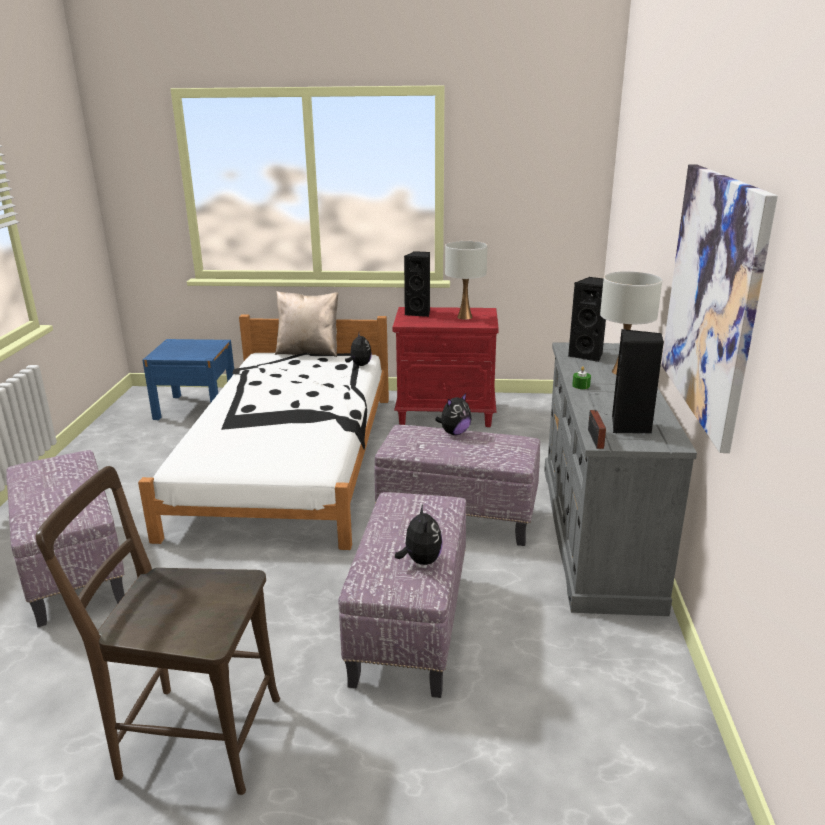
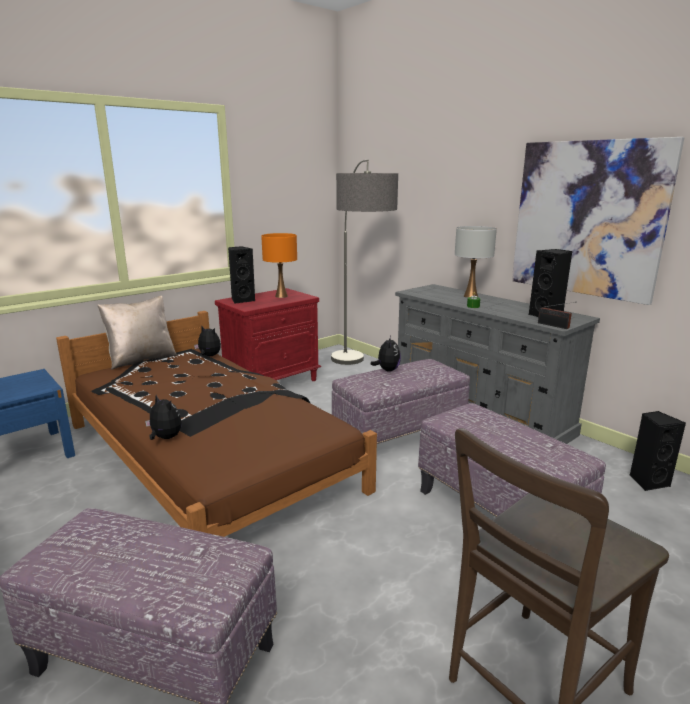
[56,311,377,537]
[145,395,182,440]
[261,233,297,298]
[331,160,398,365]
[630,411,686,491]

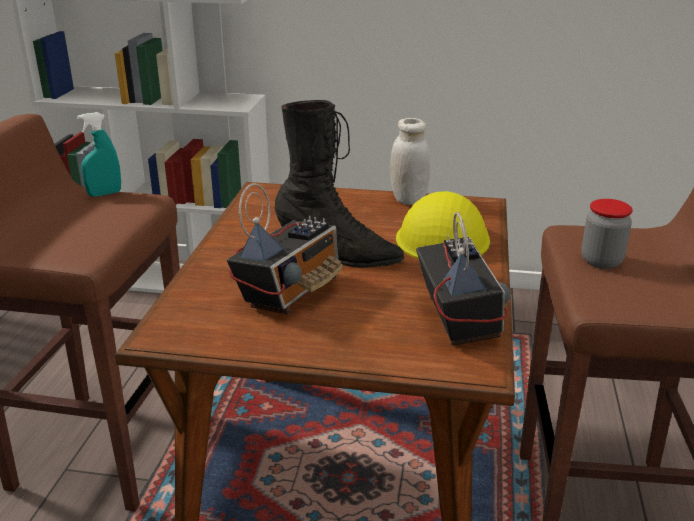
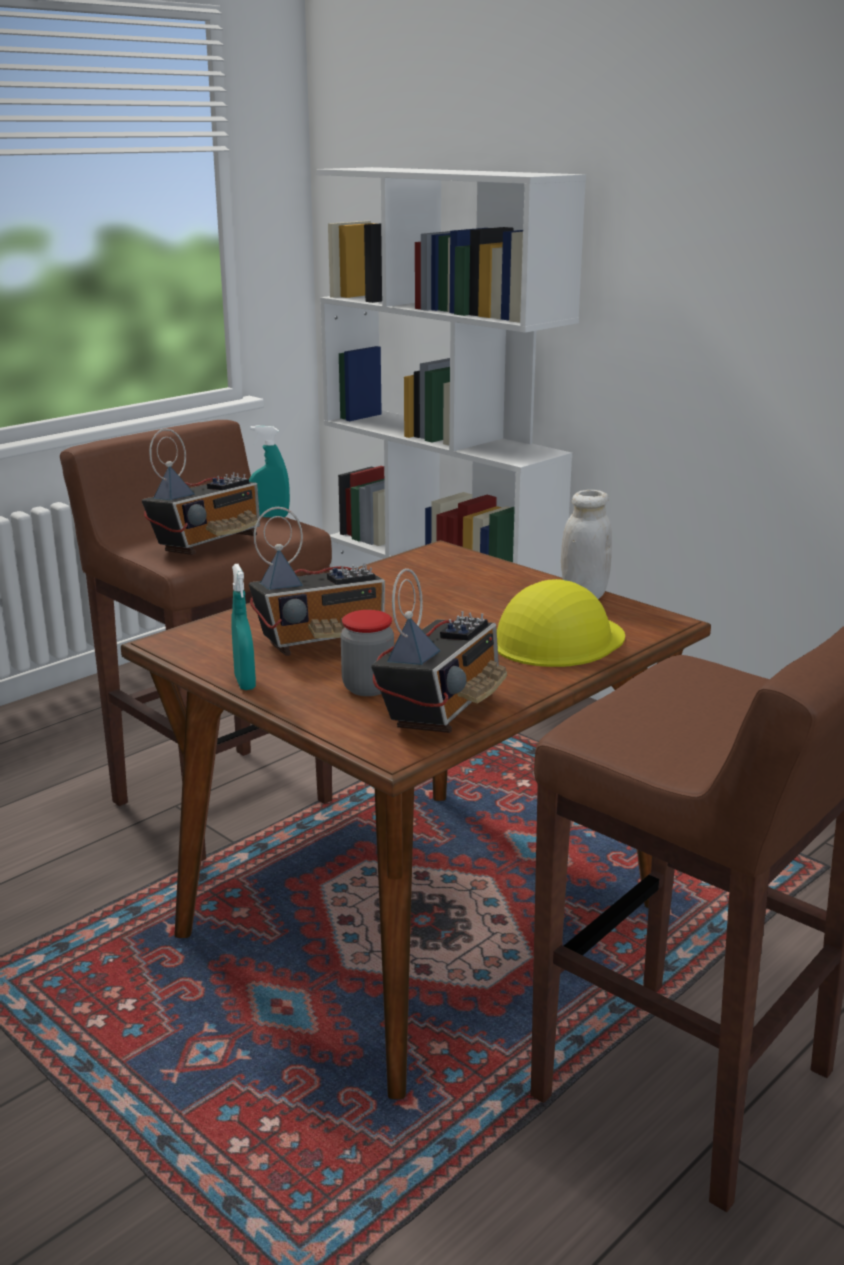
[142,428,260,555]
[231,564,256,690]
[341,610,394,696]
[275,100,404,268] (first image)

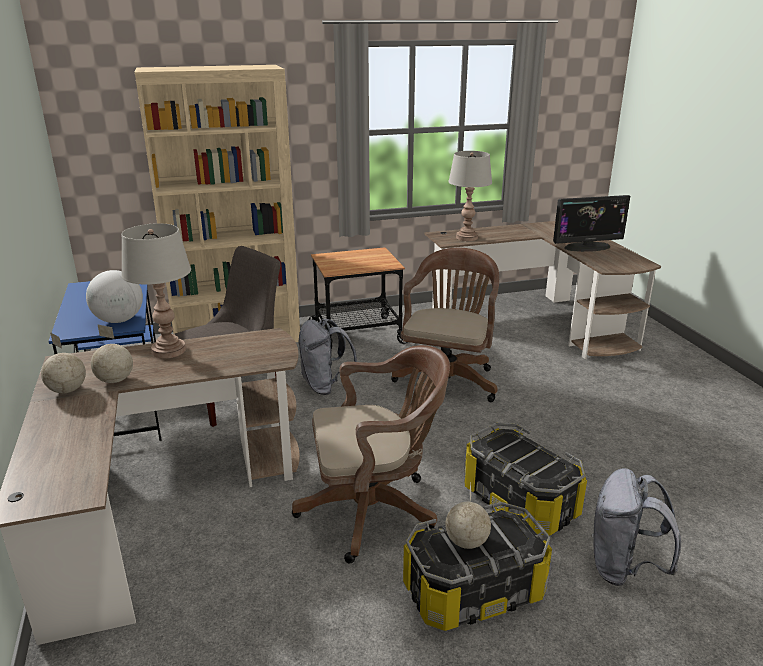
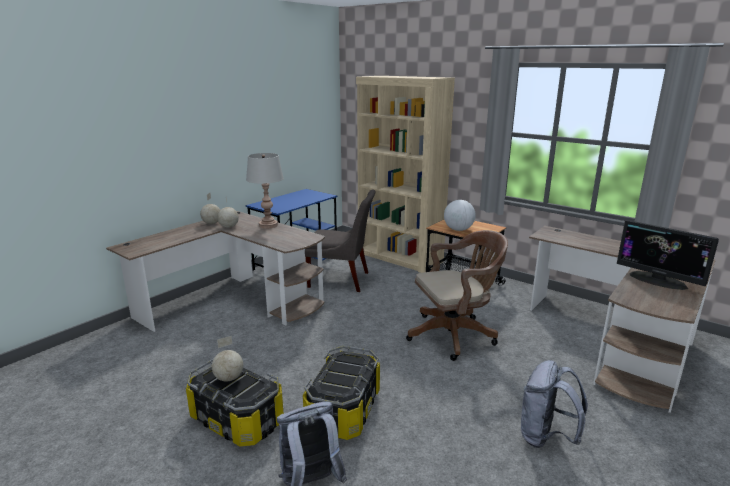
[444,200,476,231]
[521,360,588,448]
[292,345,450,563] (first image)
[448,151,492,241] (first image)

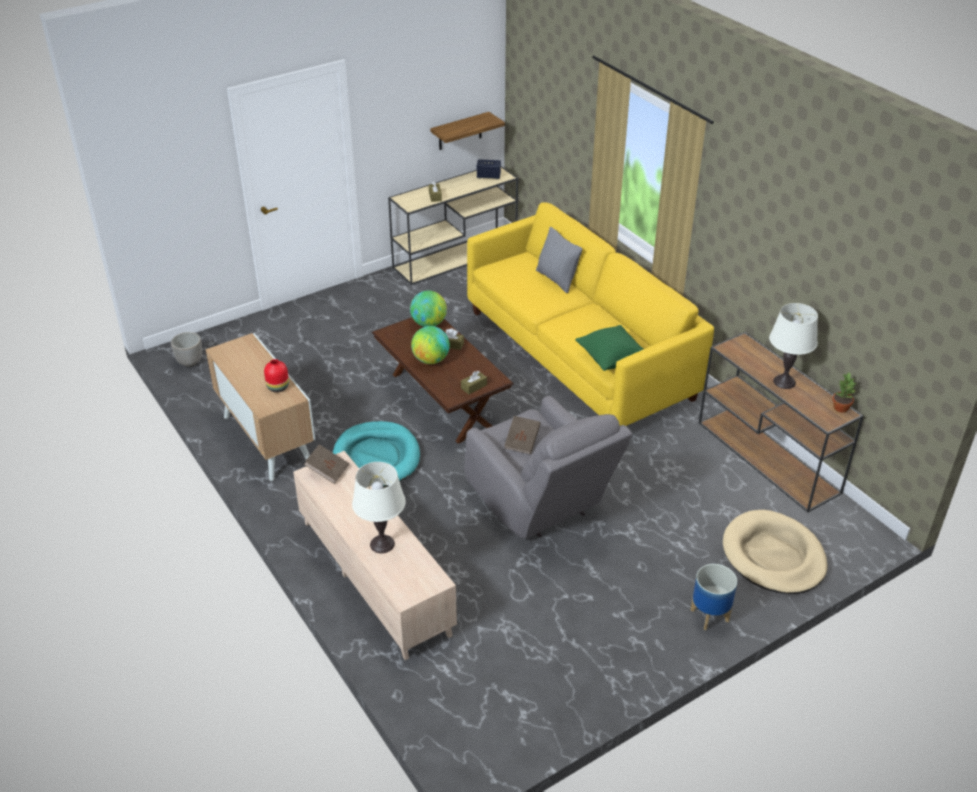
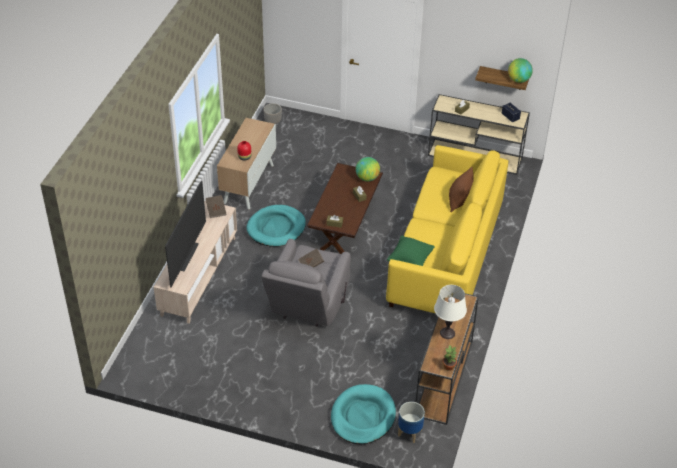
[165,181,206,288]
[331,384,396,444]
[398,402,425,443]
[449,167,474,212]
[508,58,533,83]

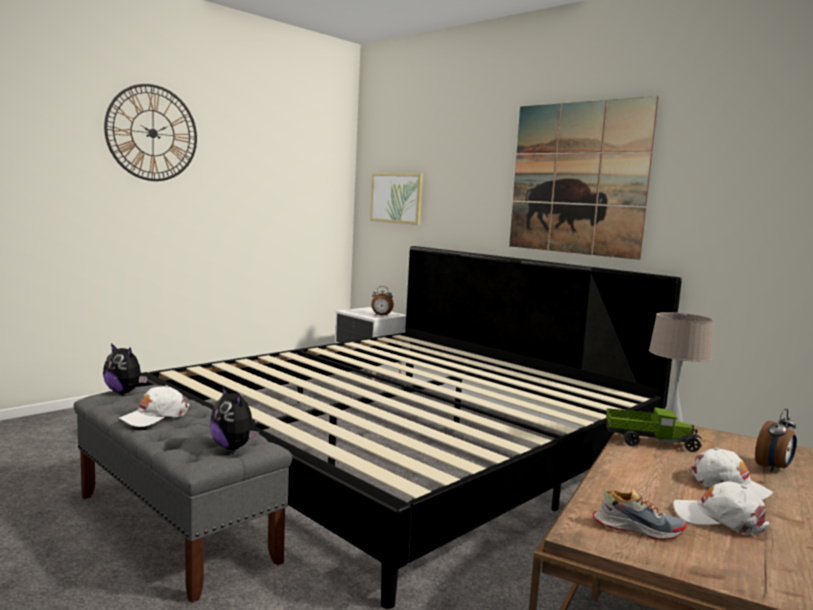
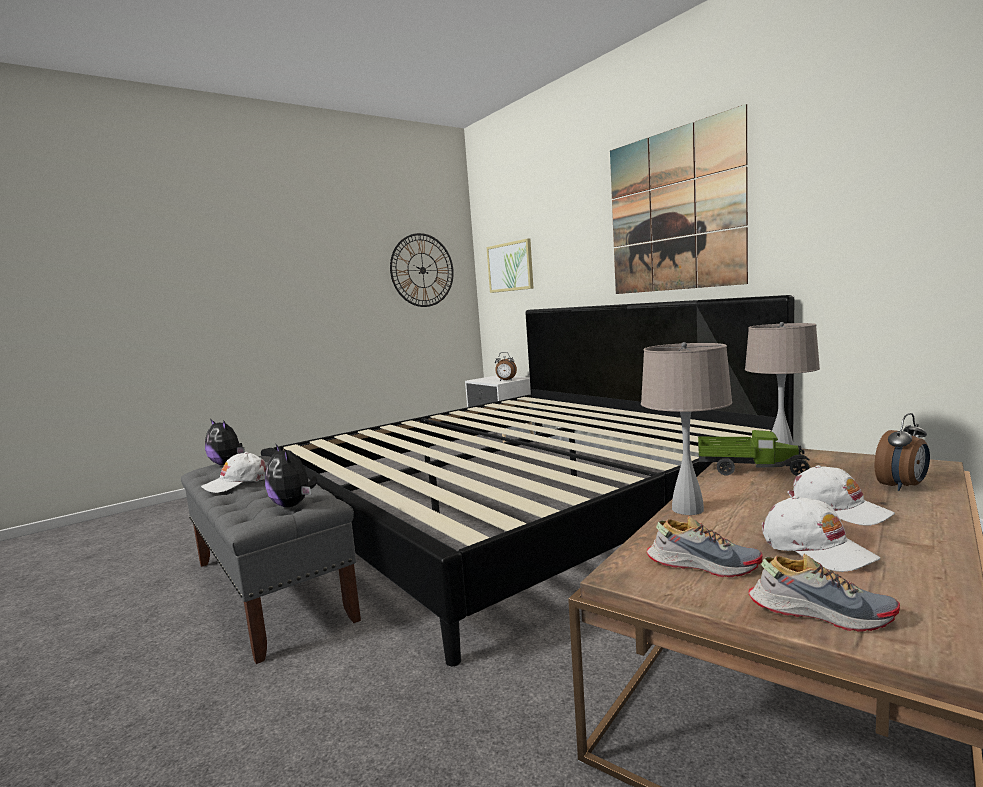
[390,233,454,307]
[641,342,733,515]
[748,554,900,632]
[762,496,880,572]

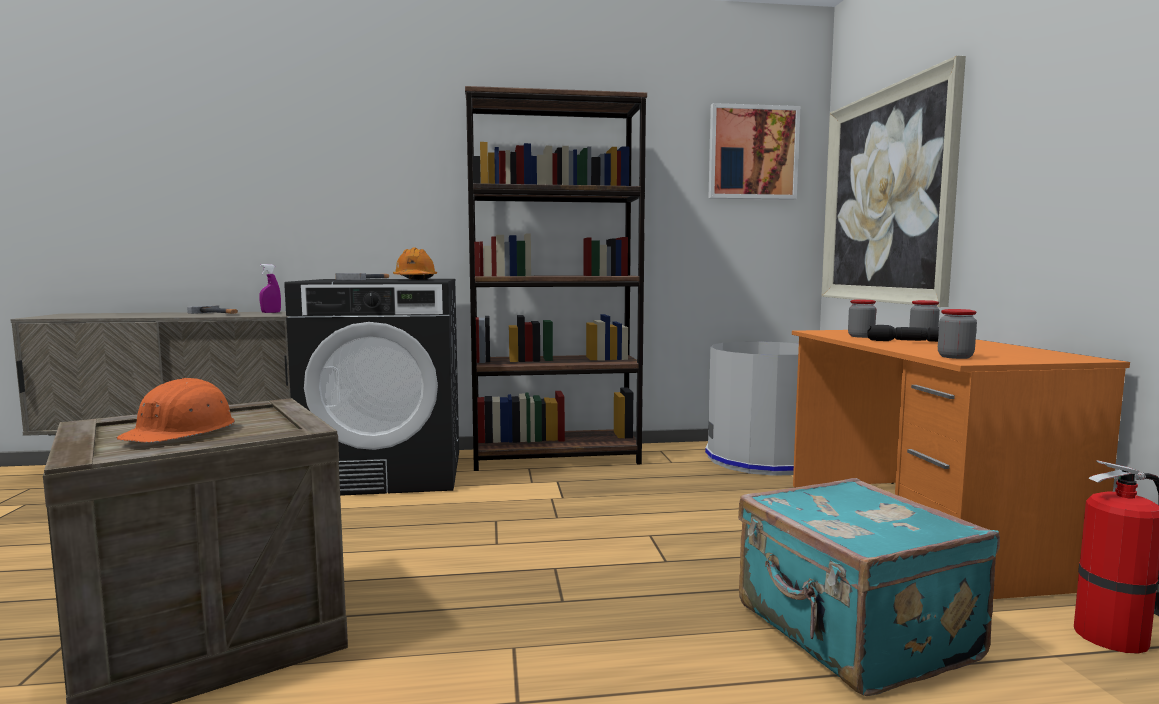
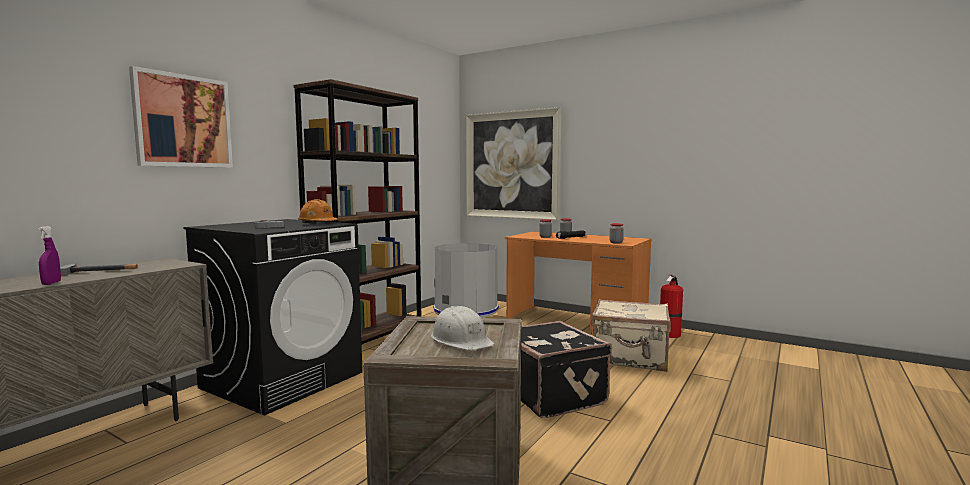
[38,226,61,285]
[129,66,233,168]
[431,306,494,350]
[521,321,612,418]
[592,299,671,372]

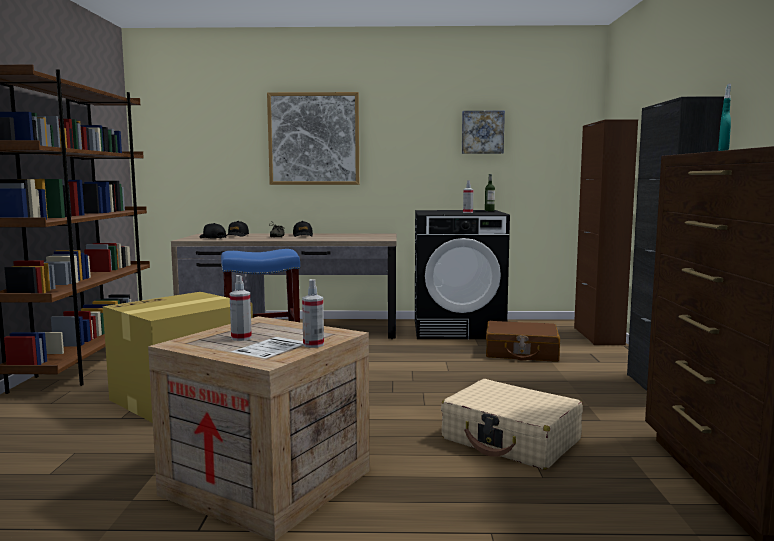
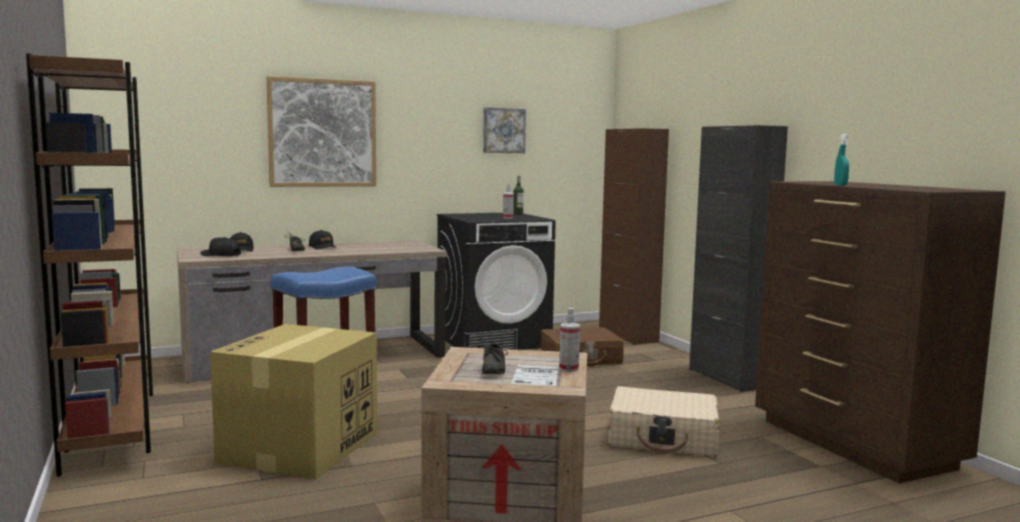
[476,336,508,374]

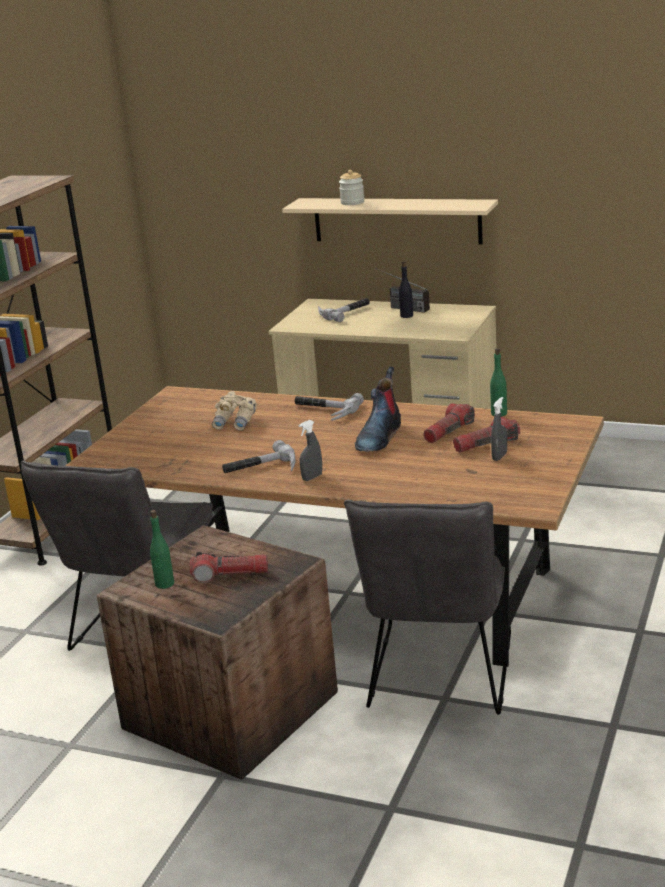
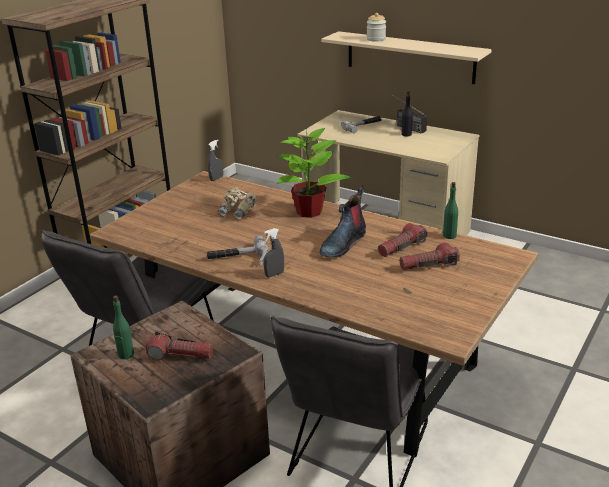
[208,140,223,181]
[277,128,350,218]

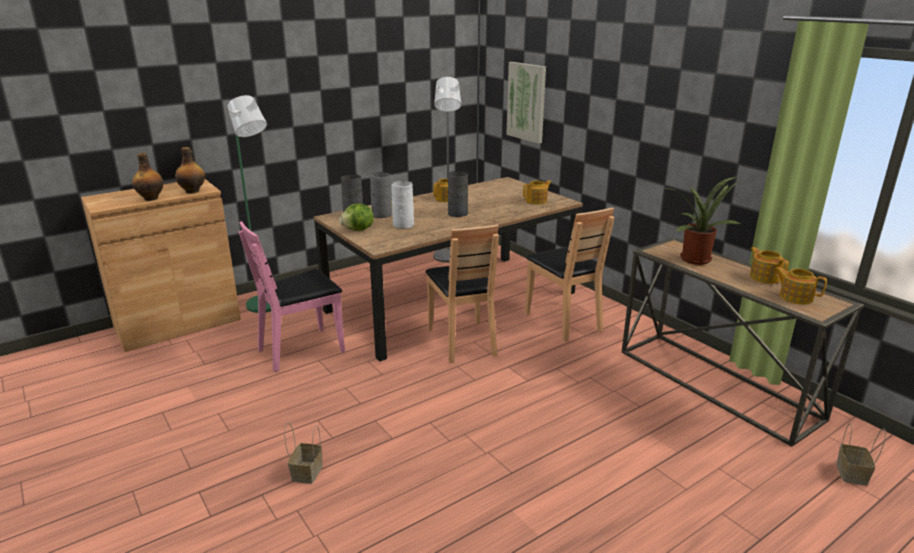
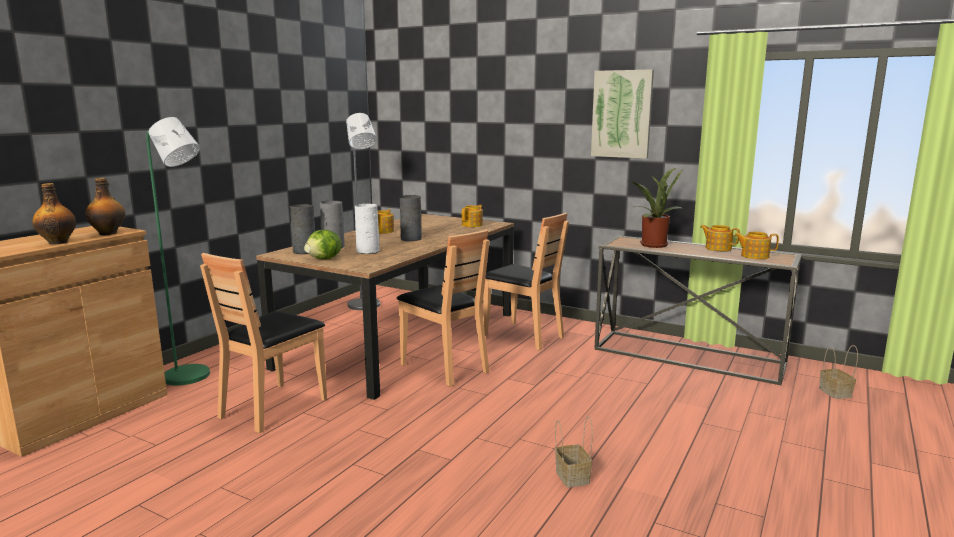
[200,253,327,433]
[555,416,593,487]
[591,69,654,159]

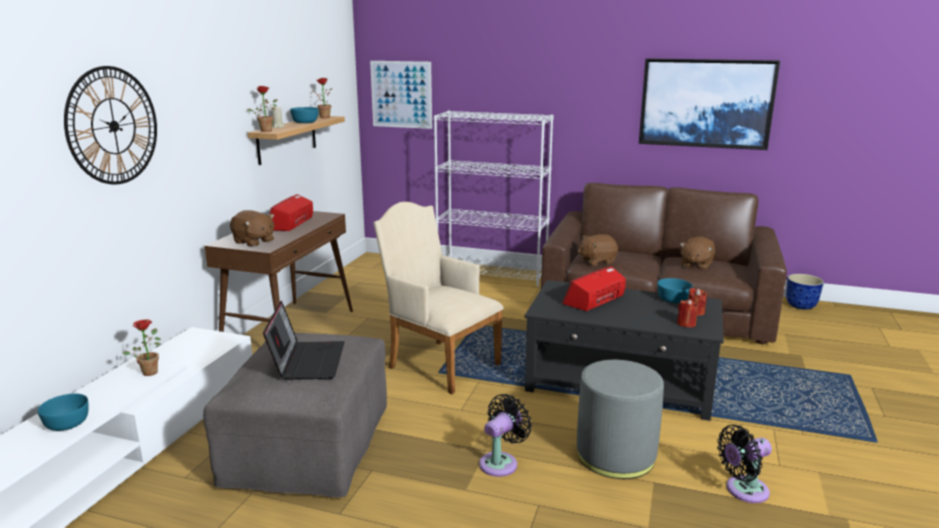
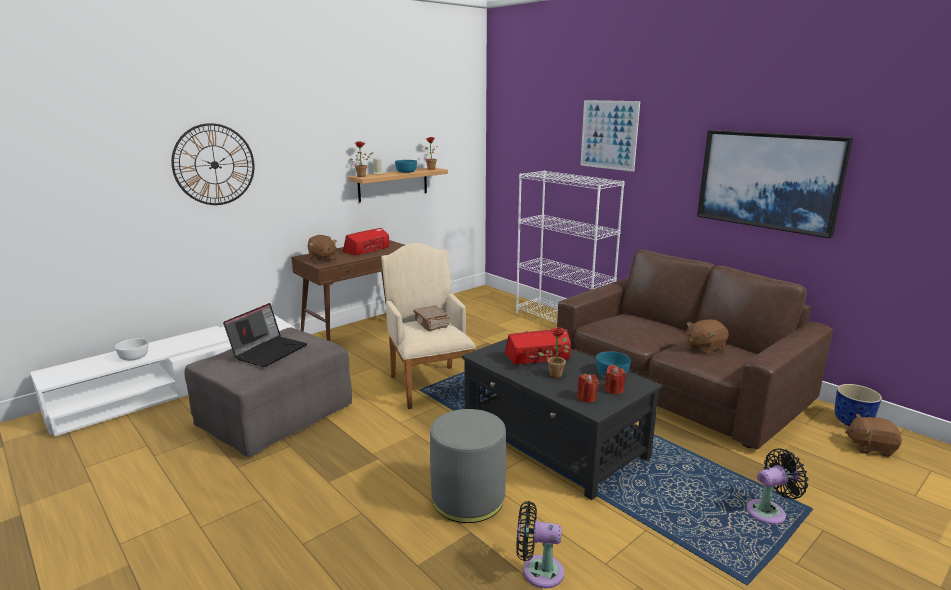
[115,338,148,361]
[413,306,450,331]
[538,328,569,378]
[580,100,640,172]
[746,449,809,524]
[845,414,902,457]

